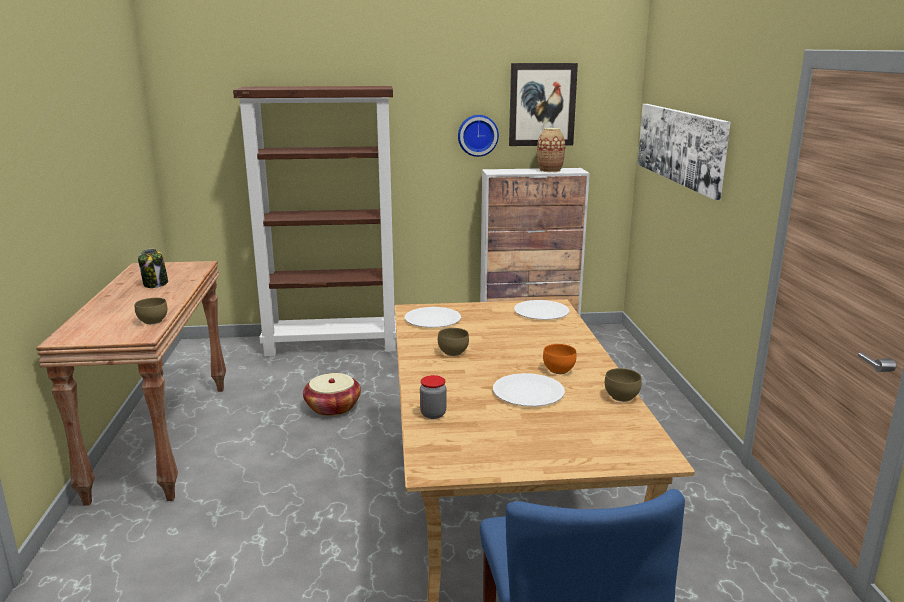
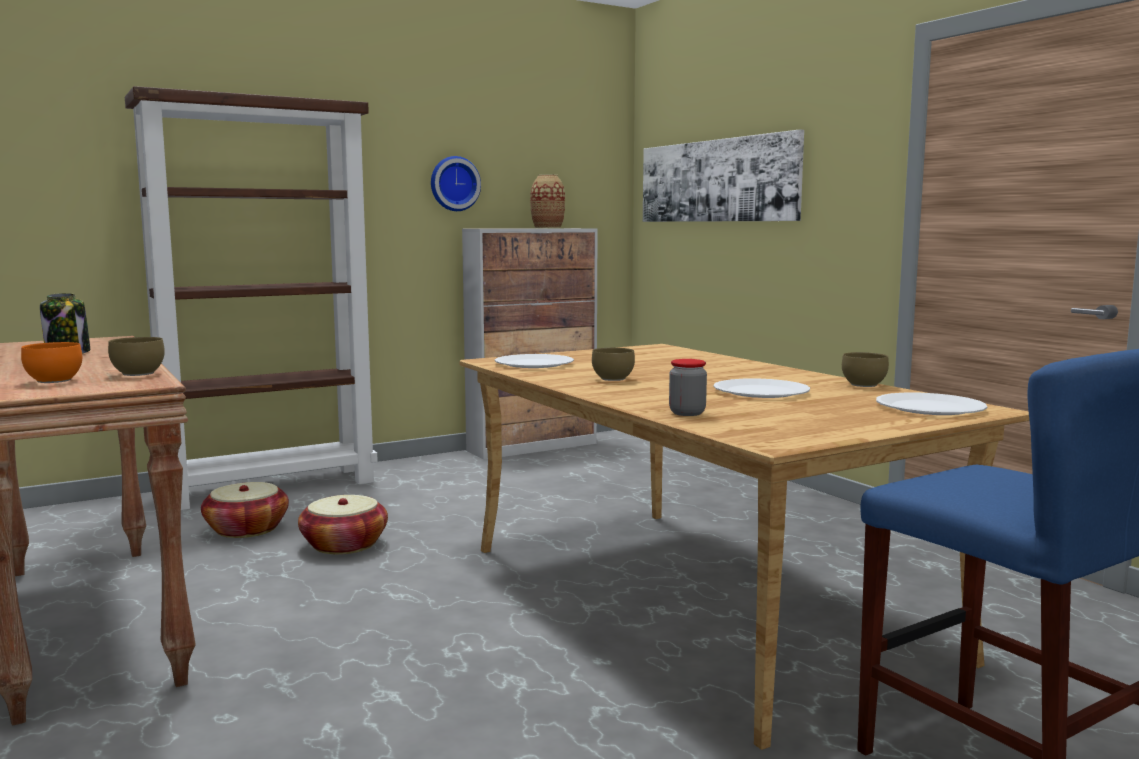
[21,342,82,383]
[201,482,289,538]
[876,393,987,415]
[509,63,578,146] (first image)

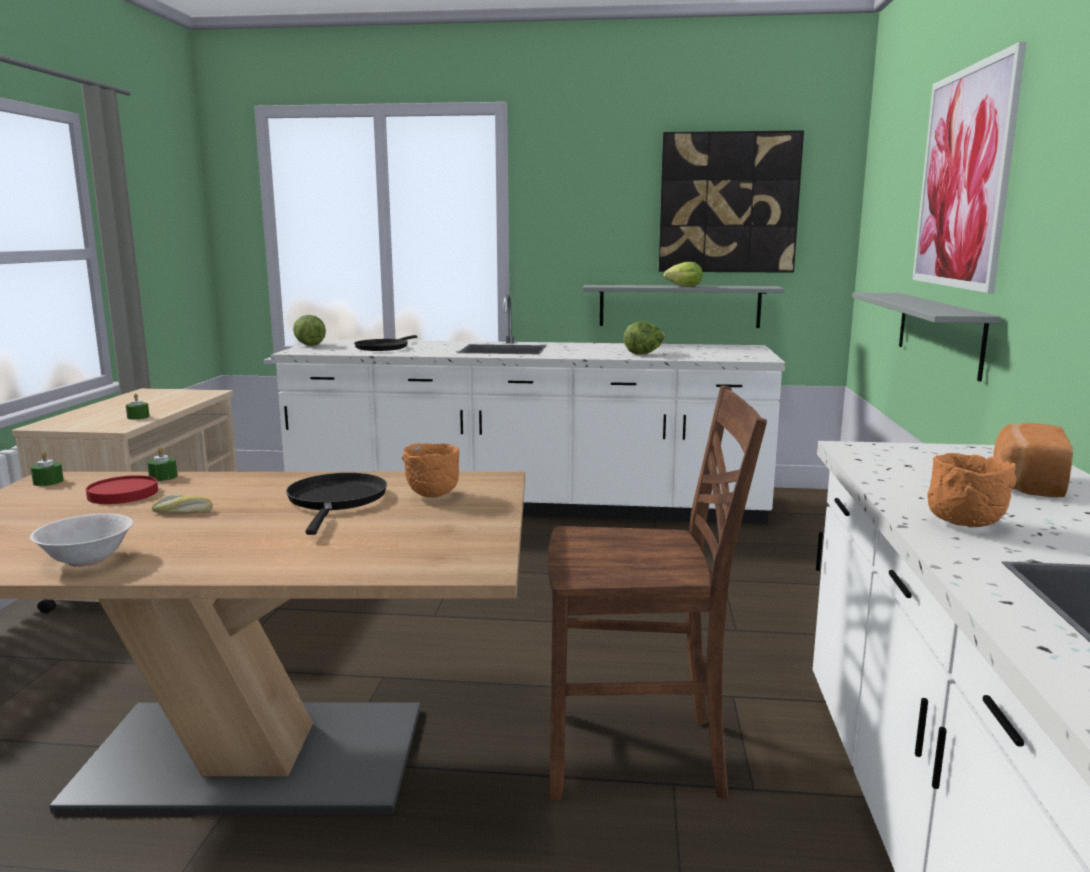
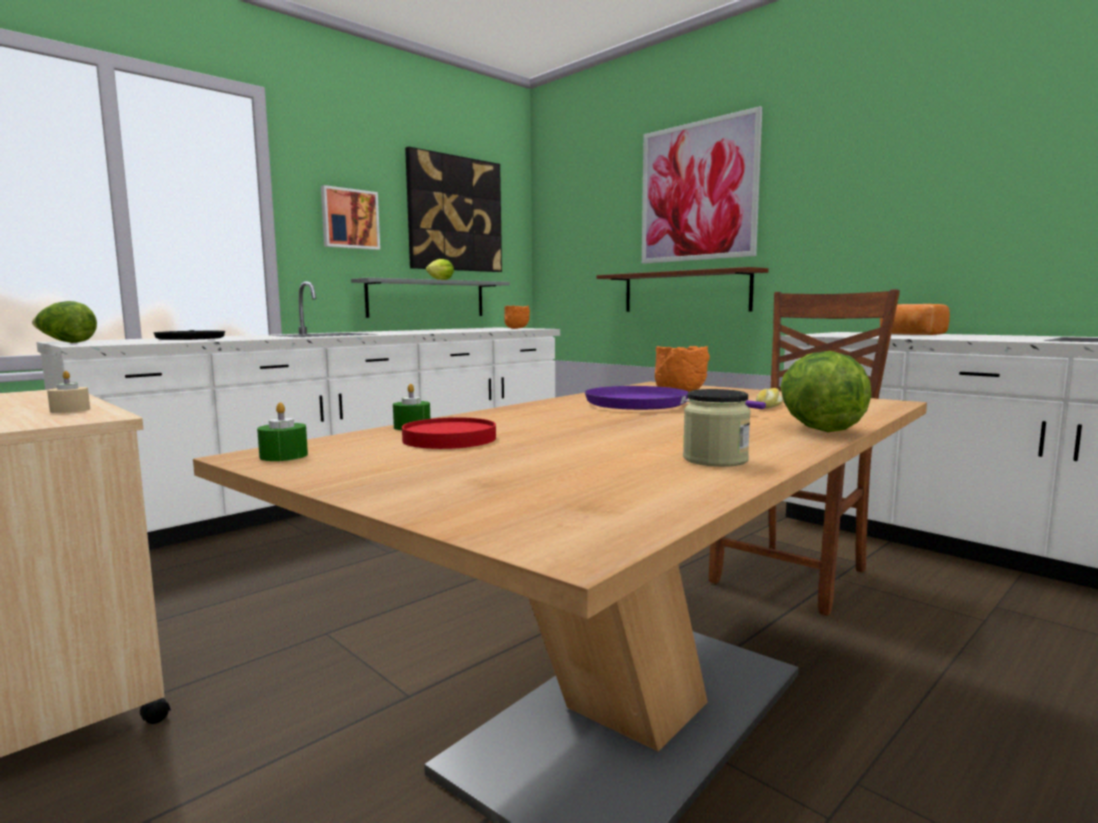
[47,371,90,413]
[321,185,380,250]
[504,305,530,329]
[585,386,766,410]
[596,267,769,312]
[683,389,751,467]
[756,388,783,409]
[780,351,871,432]

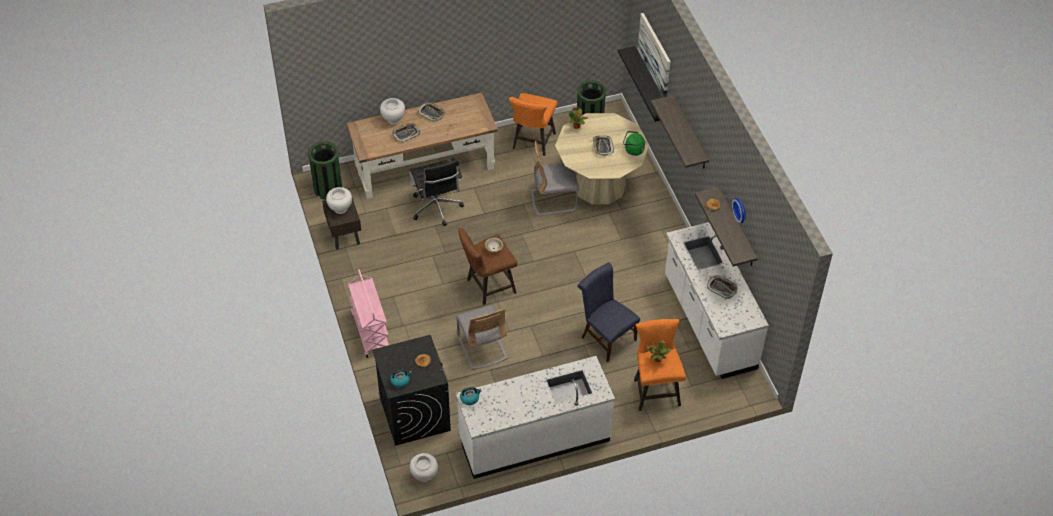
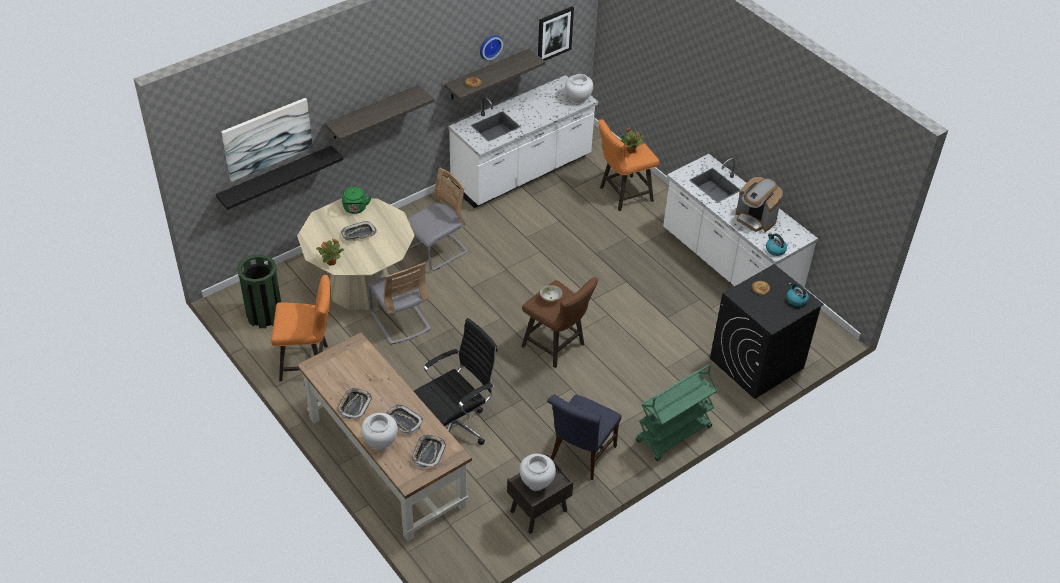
[408,168,468,271]
[412,434,446,468]
[538,6,574,61]
[547,394,621,480]
[565,74,593,104]
[636,365,718,461]
[735,177,783,232]
[308,142,342,200] (first image)

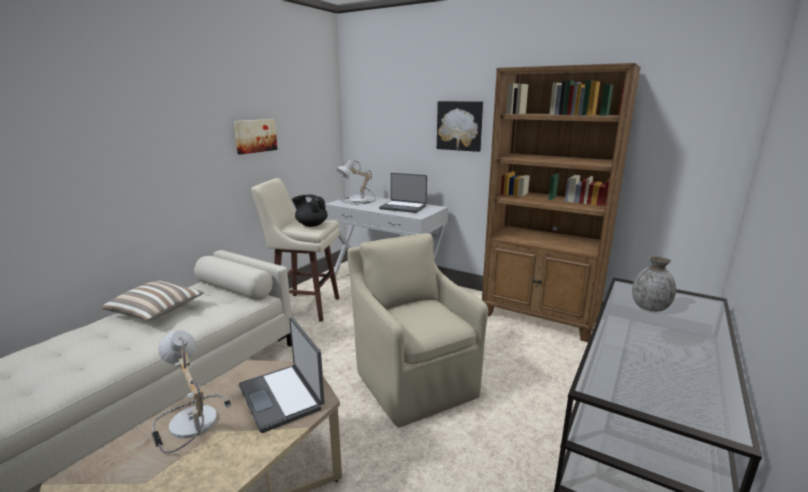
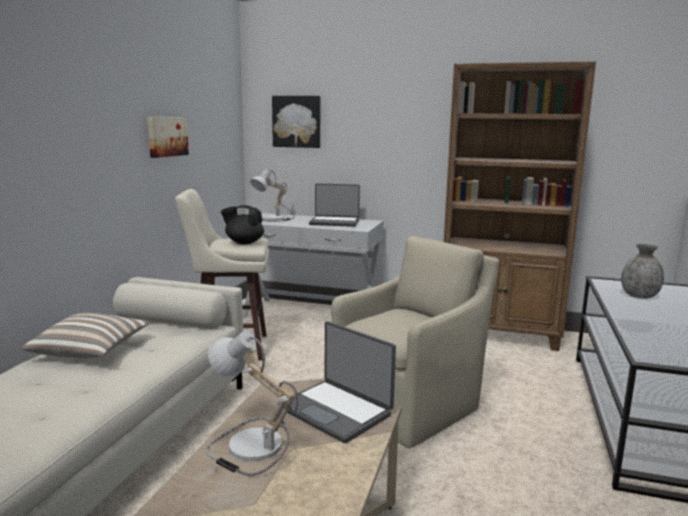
[272,96,320,148]
[331,236,499,448]

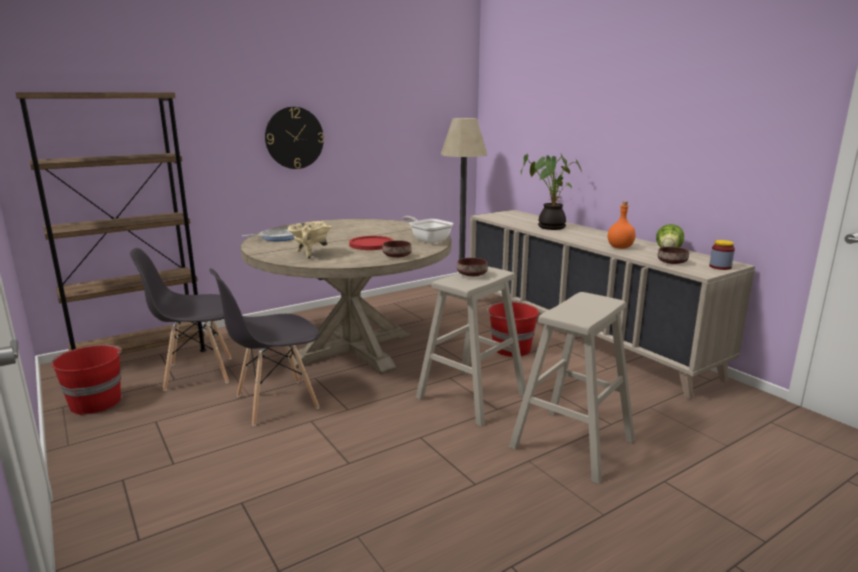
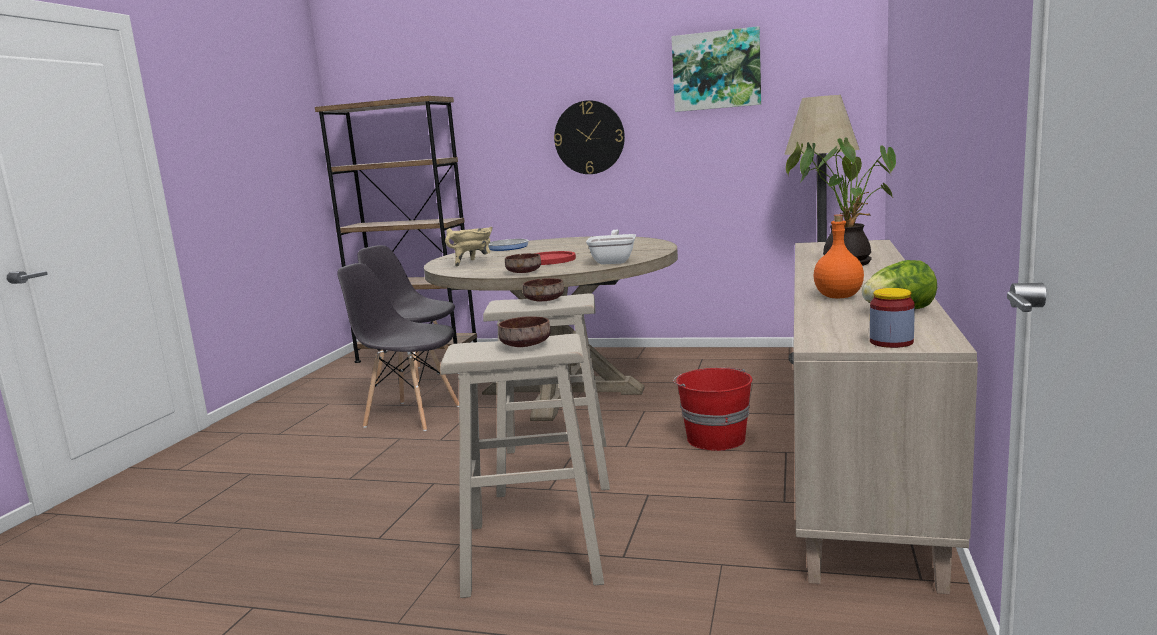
[498,316,551,347]
[671,26,761,112]
[52,345,122,415] (first image)

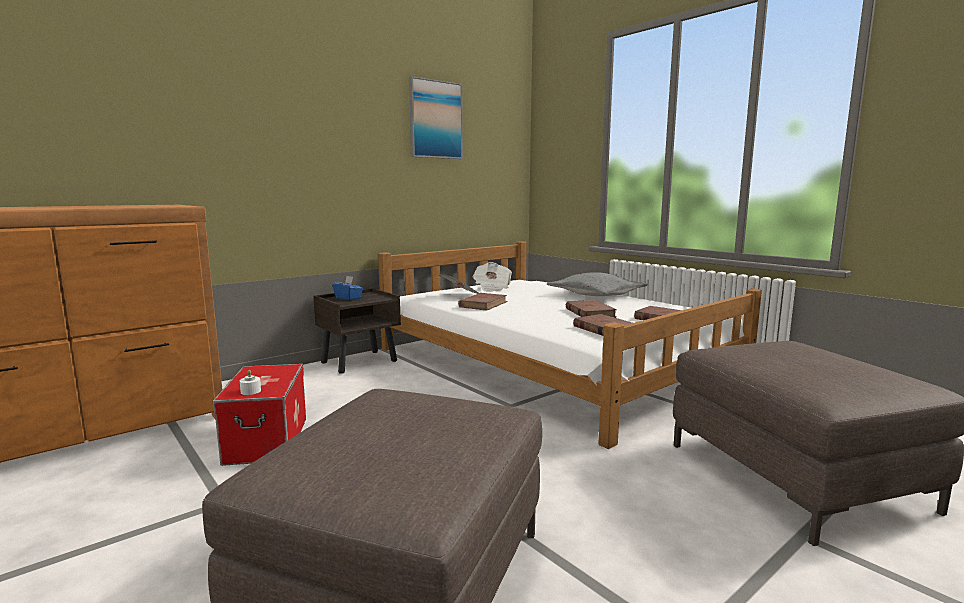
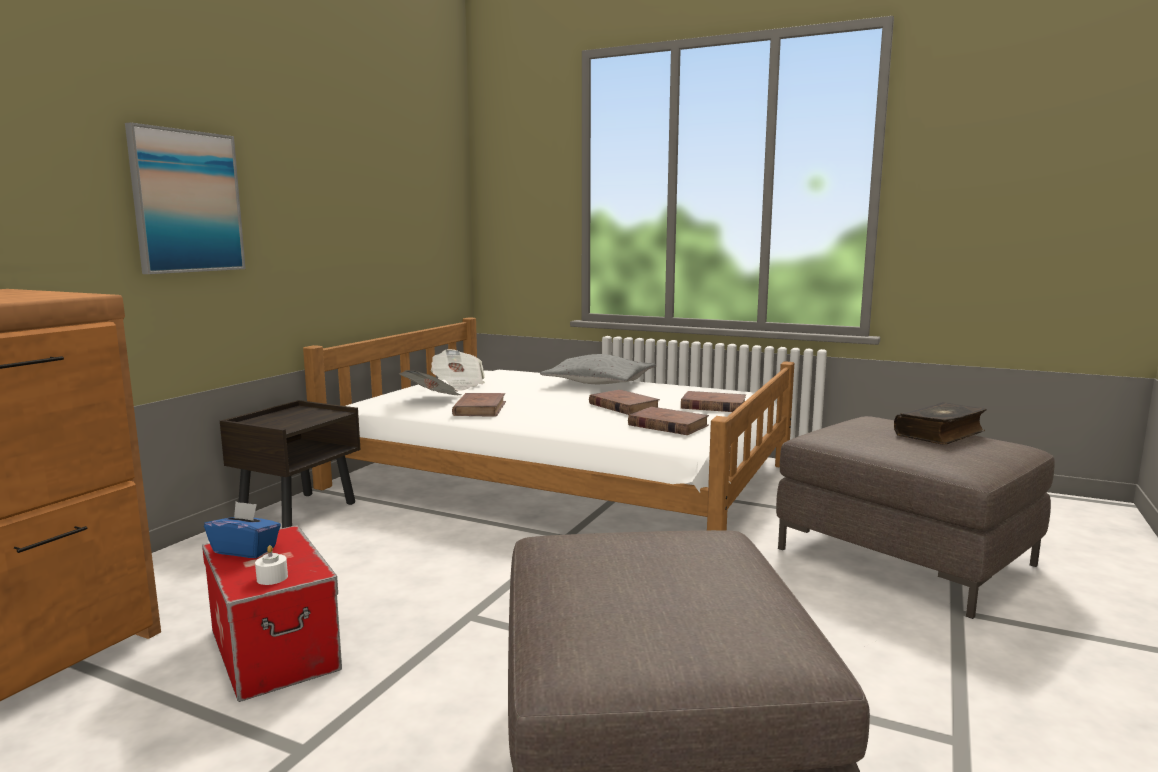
[125,122,246,274]
[204,501,281,558]
[894,402,987,445]

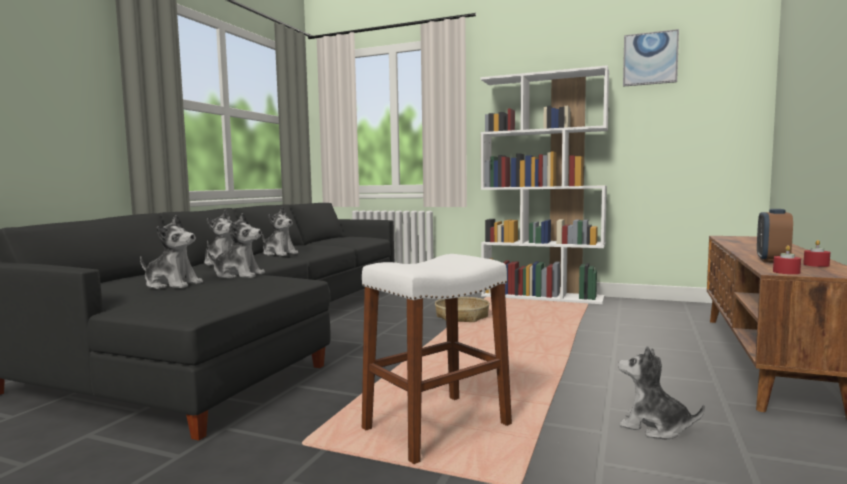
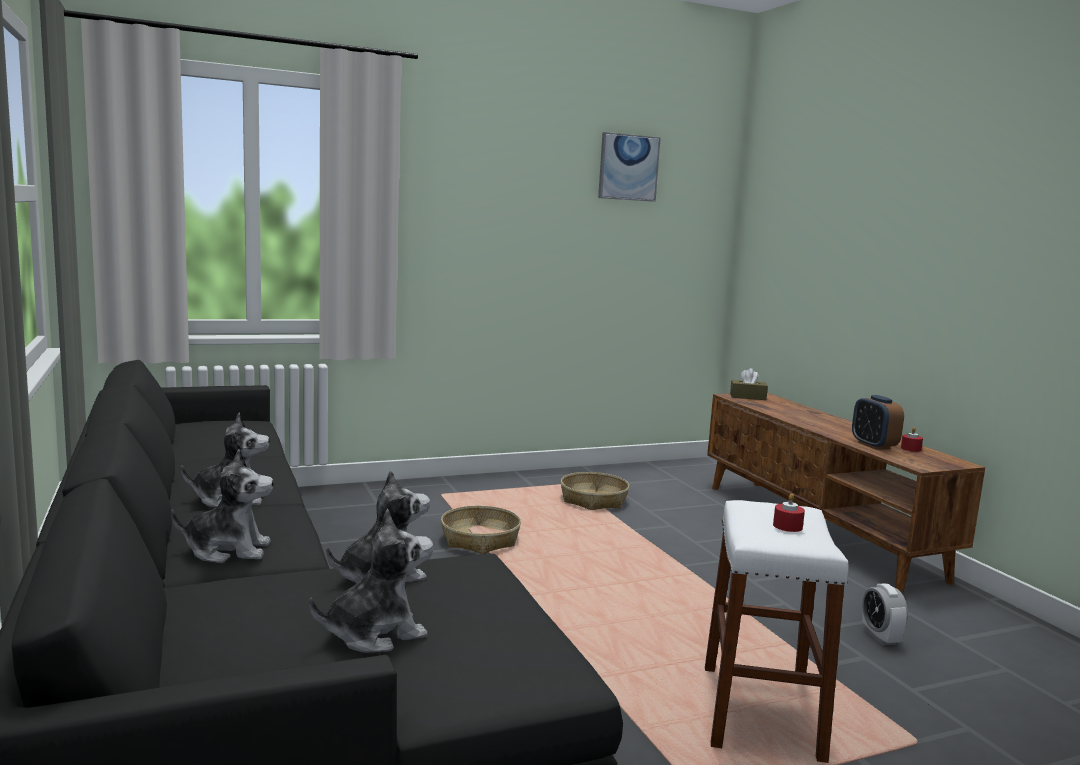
[561,472,630,510]
[730,368,768,400]
[773,493,805,532]
[862,584,908,645]
[480,65,609,304] (first image)

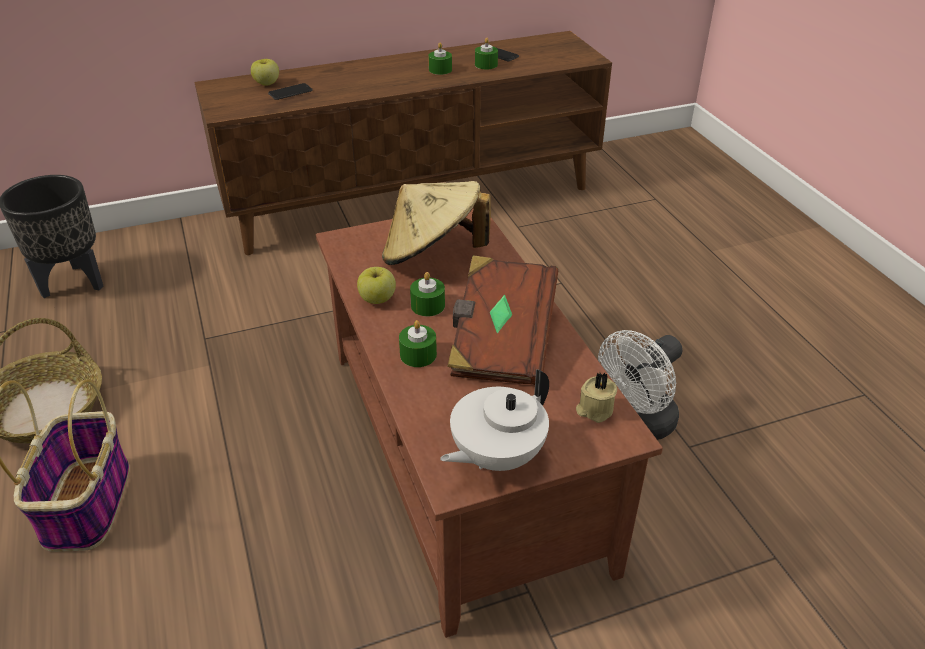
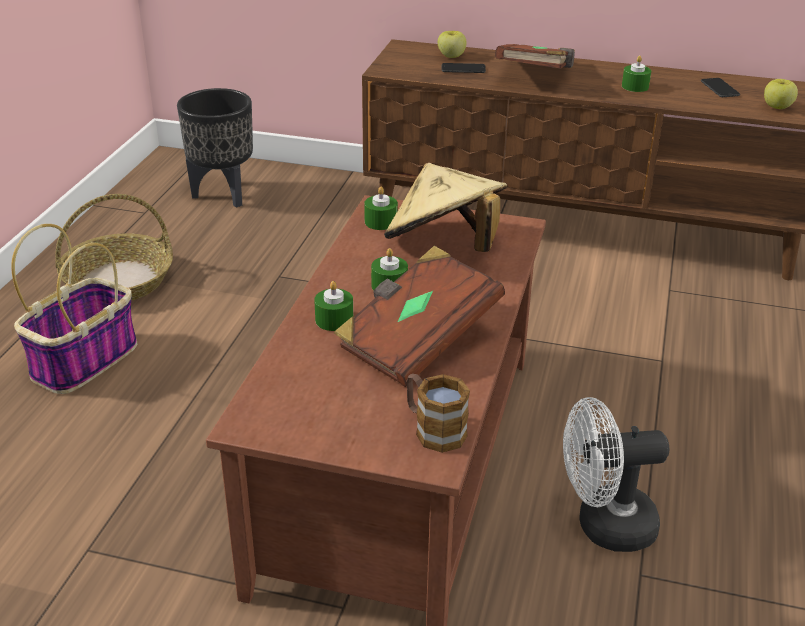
[364,186,398,230]
[406,374,470,453]
[495,44,575,69]
[764,79,798,109]
[440,369,549,471] (first image)

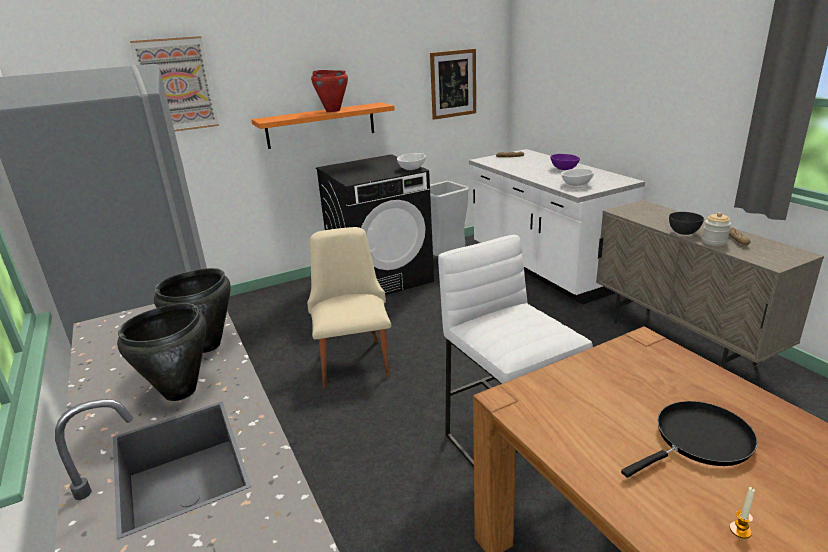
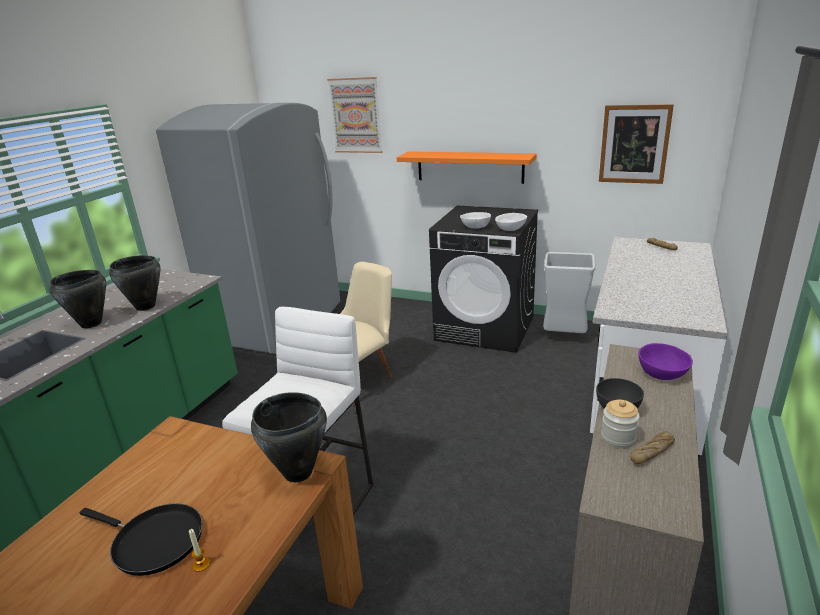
[189,529,210,572]
[251,392,327,482]
[460,212,491,228]
[638,343,693,380]
[311,70,348,112] (first image)

